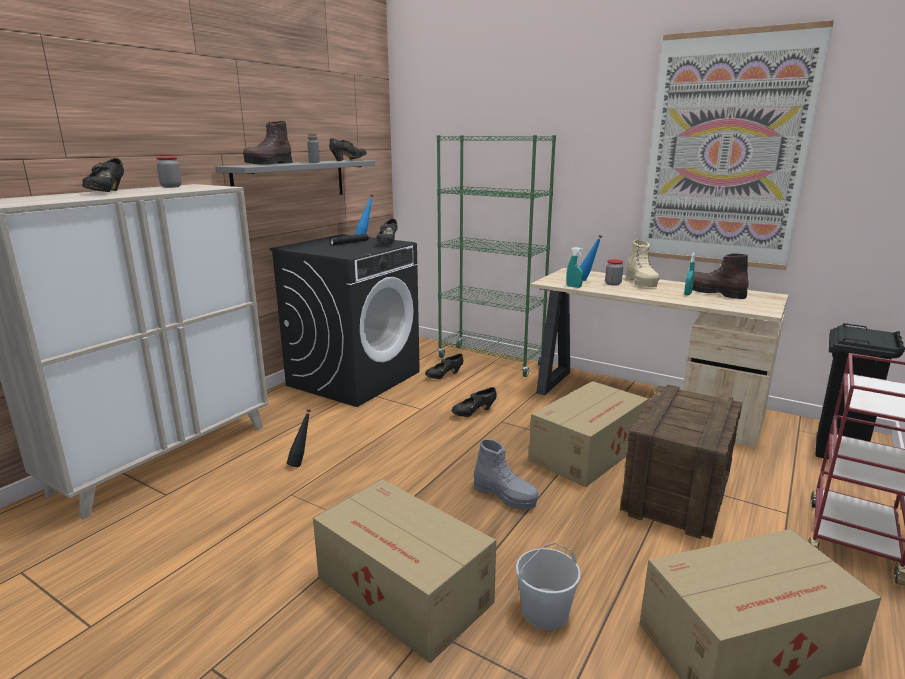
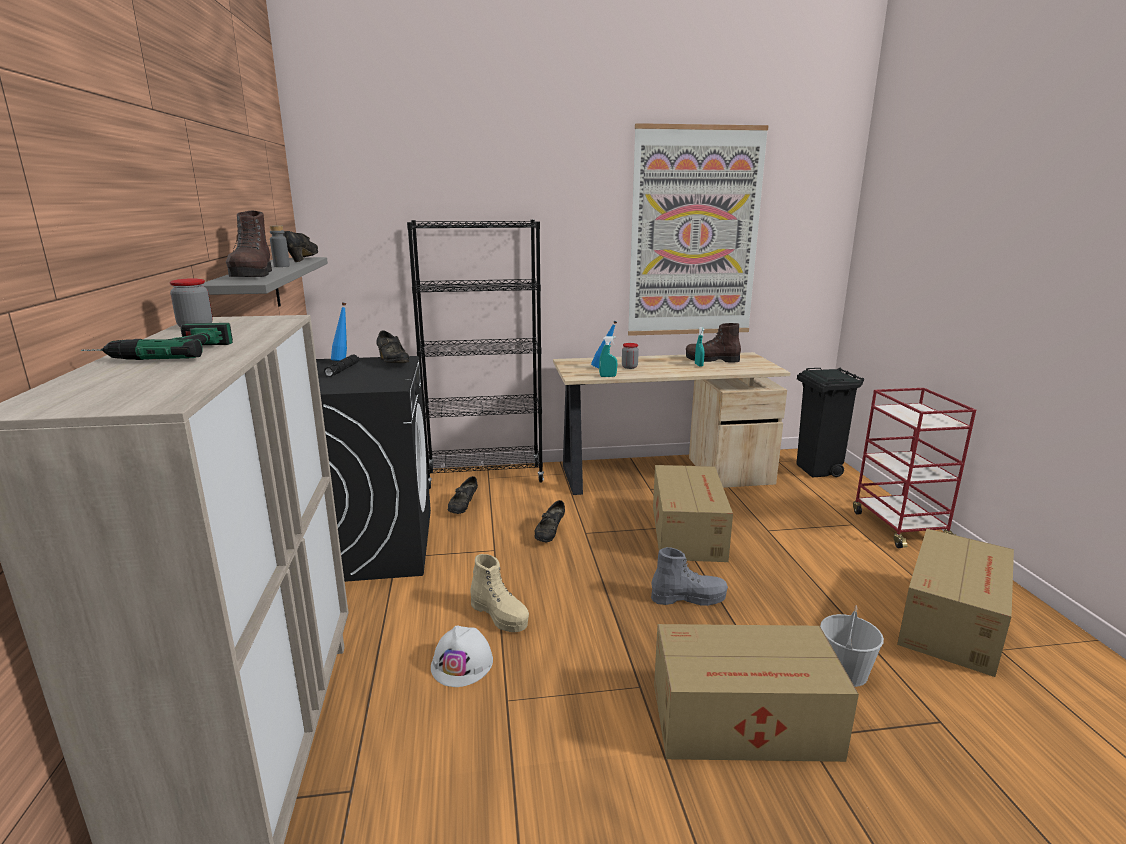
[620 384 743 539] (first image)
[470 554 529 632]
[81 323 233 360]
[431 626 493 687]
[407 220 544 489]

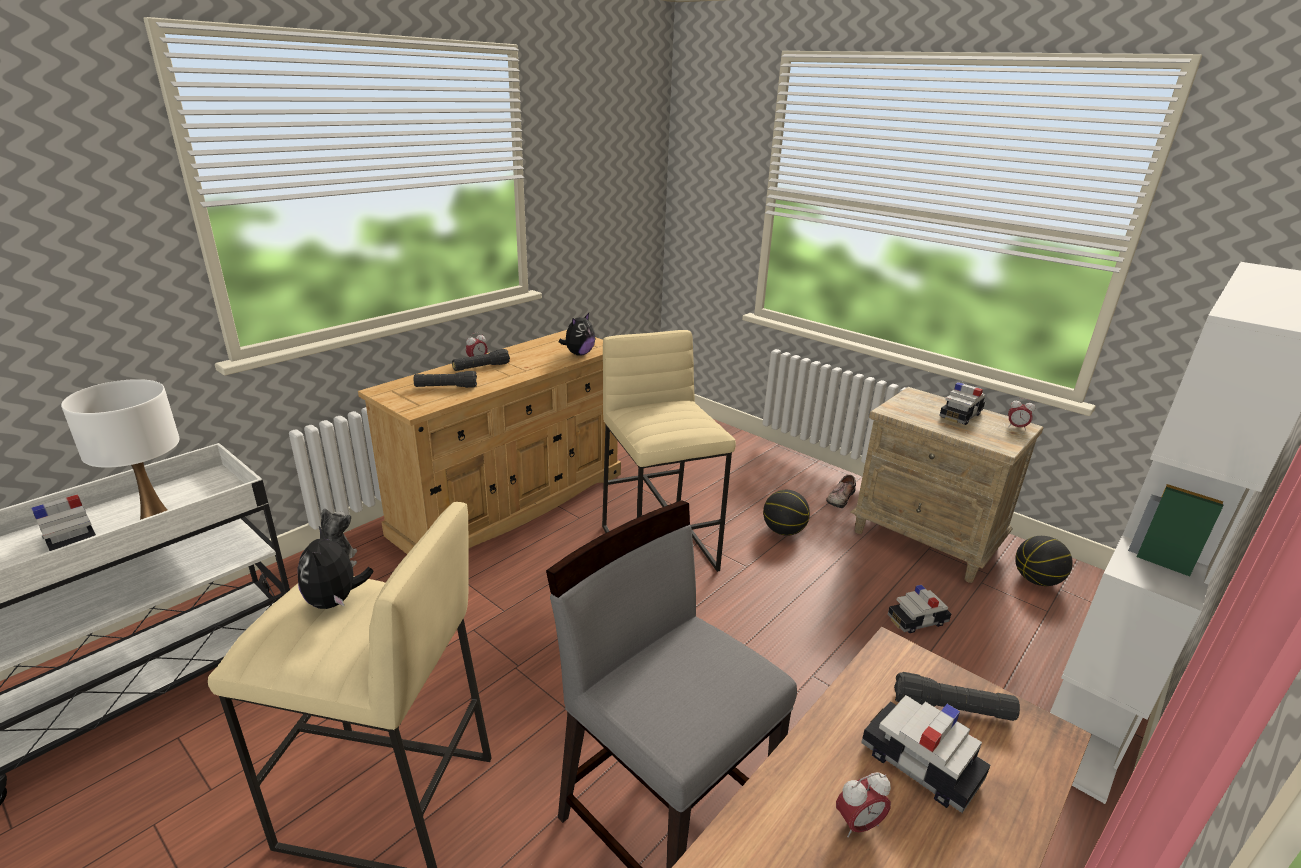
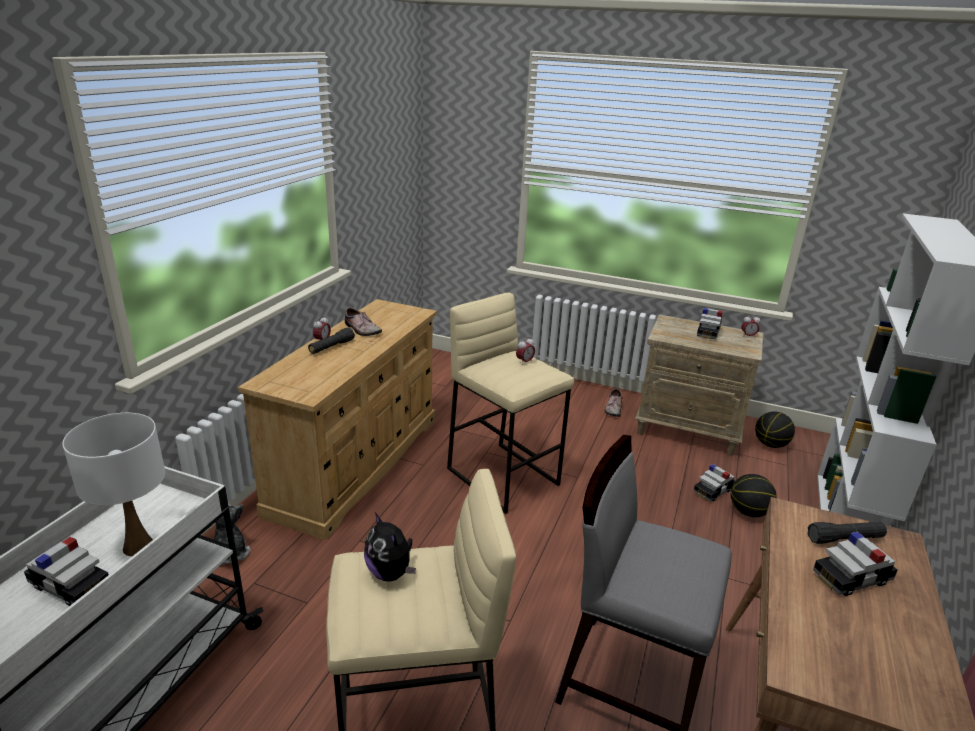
[414 371 477 388] (first image)
[559 313 595 356] (first image)
[345 308 382 336]
[731 474 777 517]
[516 337 535 364]
[813 532 898 596]

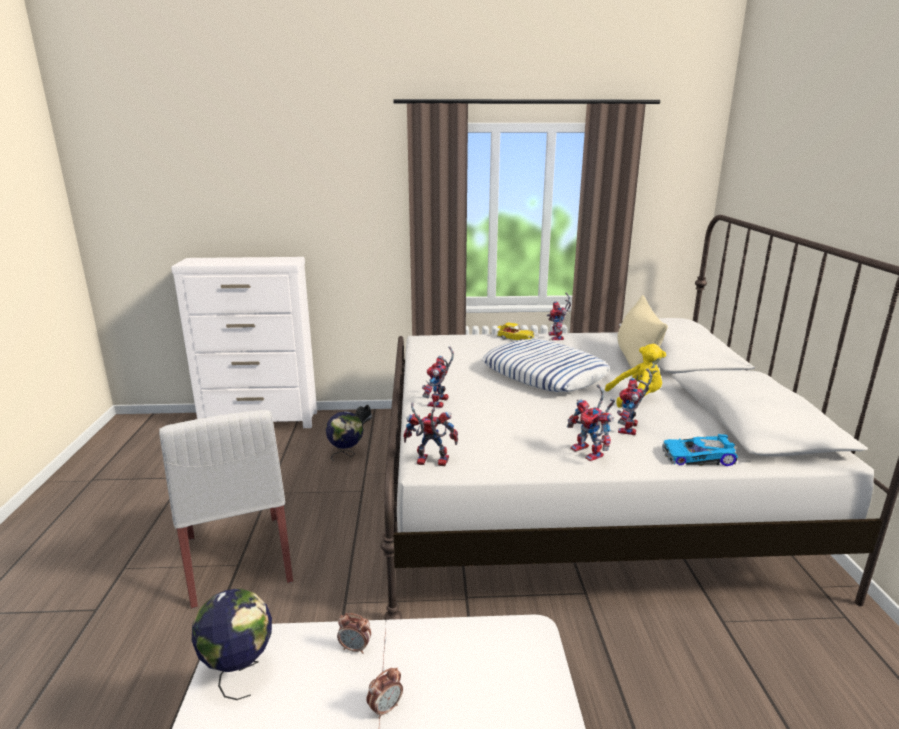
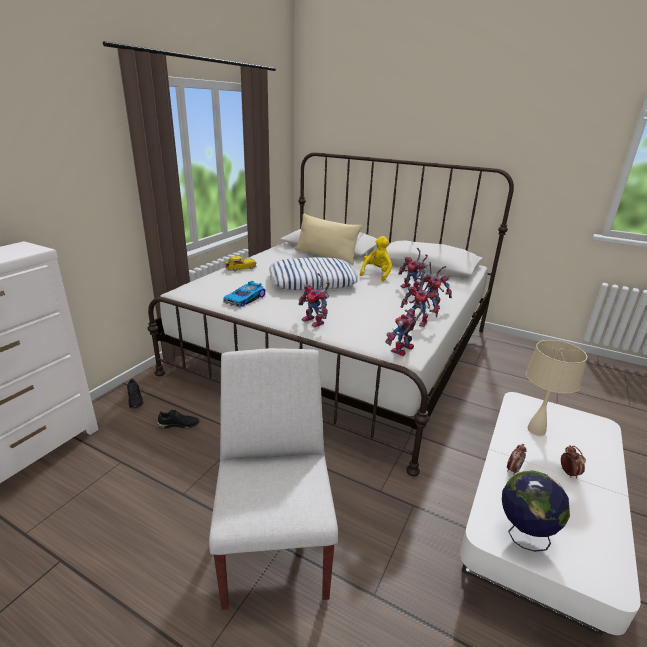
[526 340 587 436]
[400 274 439 327]
[223 281 266 308]
[157 409 200 429]
[209 348 338 610]

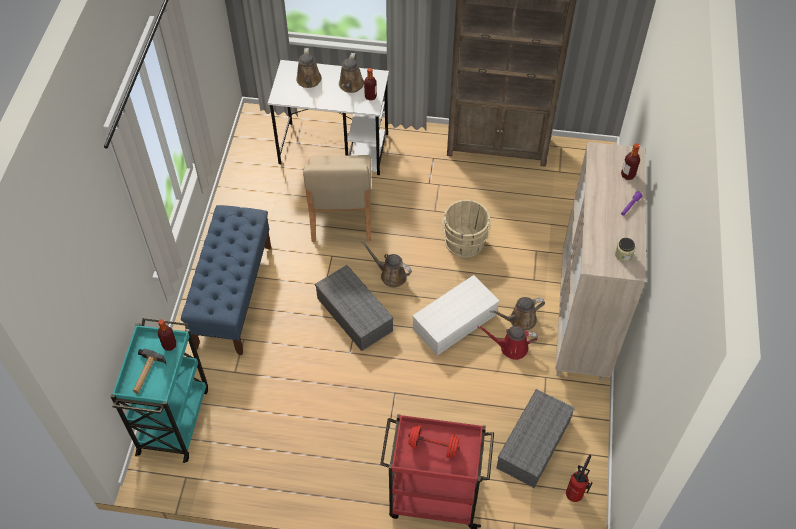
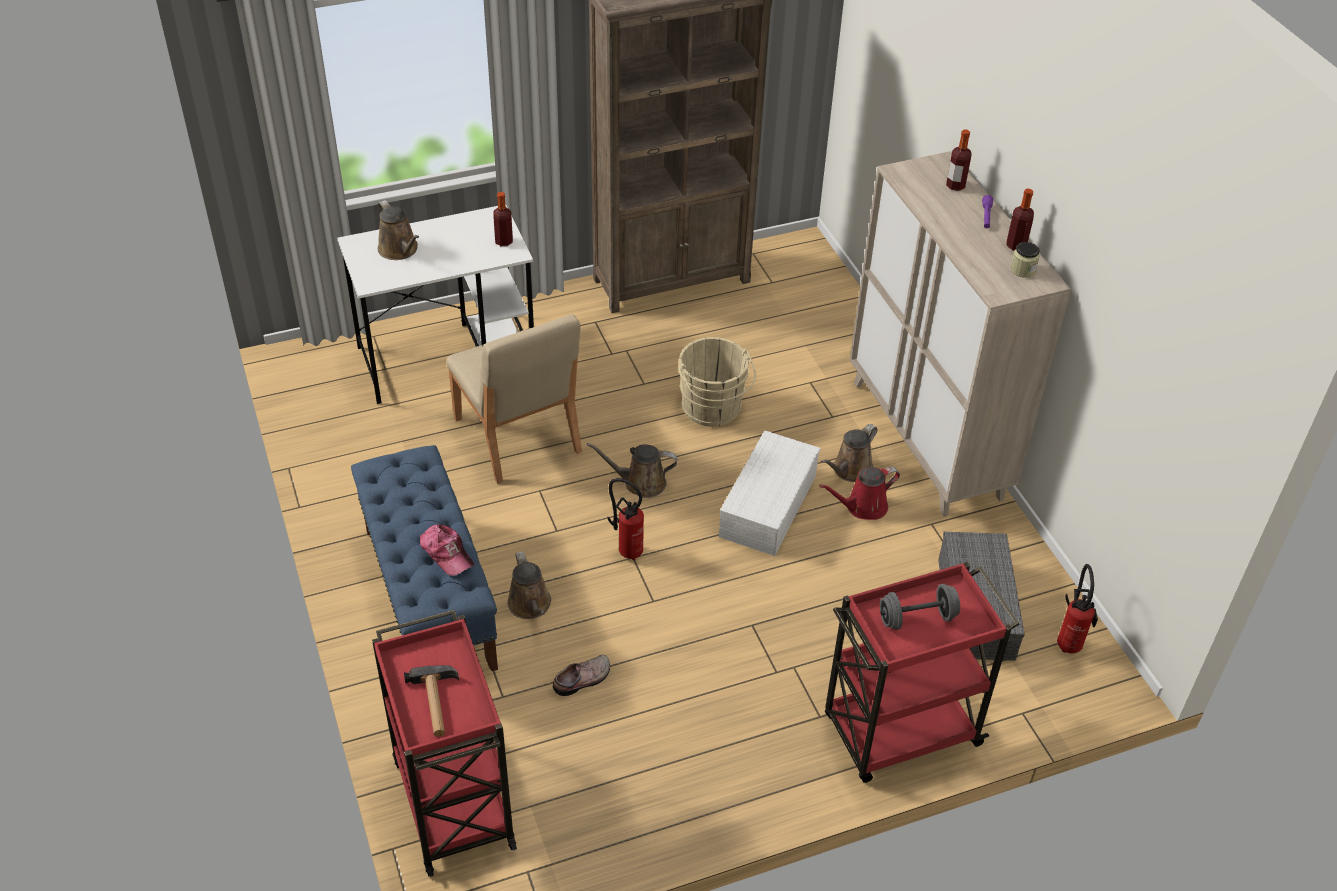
[420 524 474 576]
[553 655 610 696]
[1006 188 1034 251]
[507 551 551 619]
[608 478 644 560]
[372 610 517 877]
[880 584 960 630]

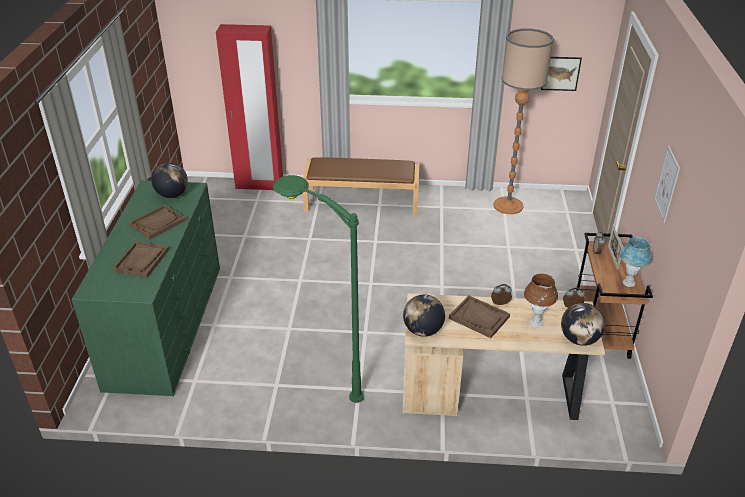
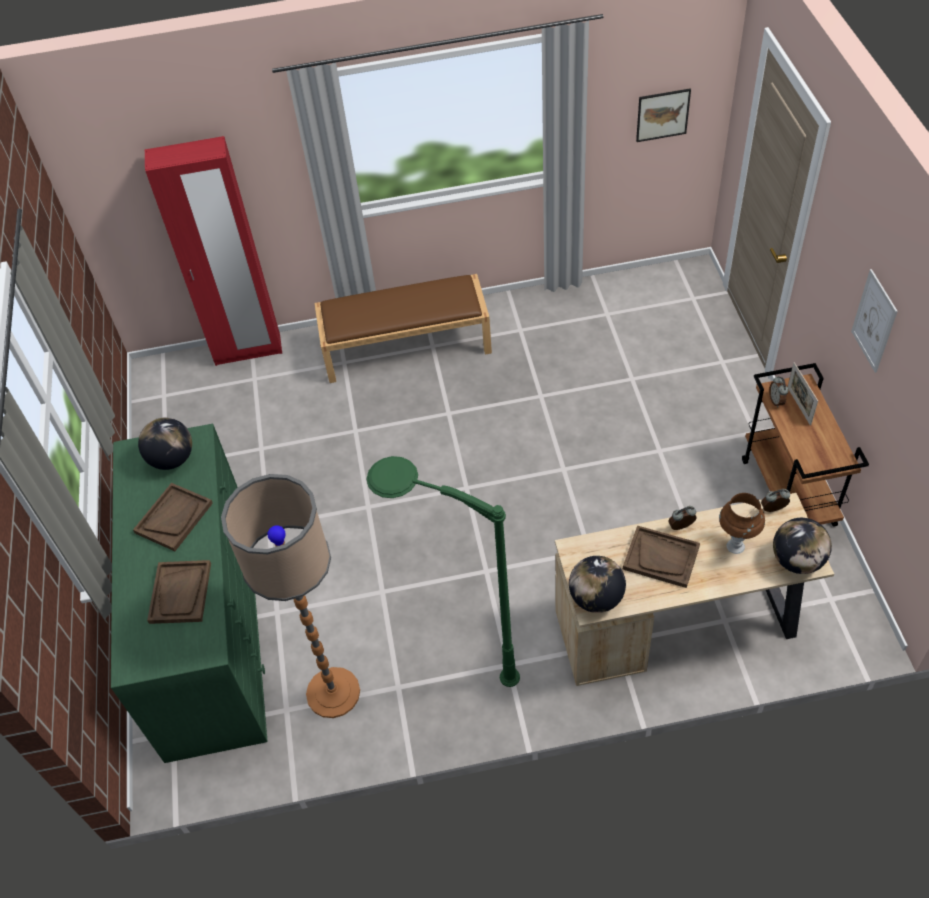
[620 237 652 287] (first image)
[221 474 360 718]

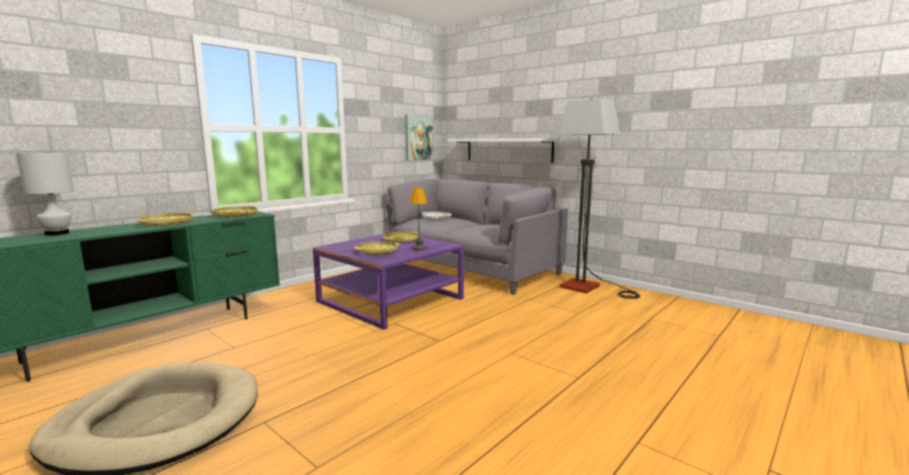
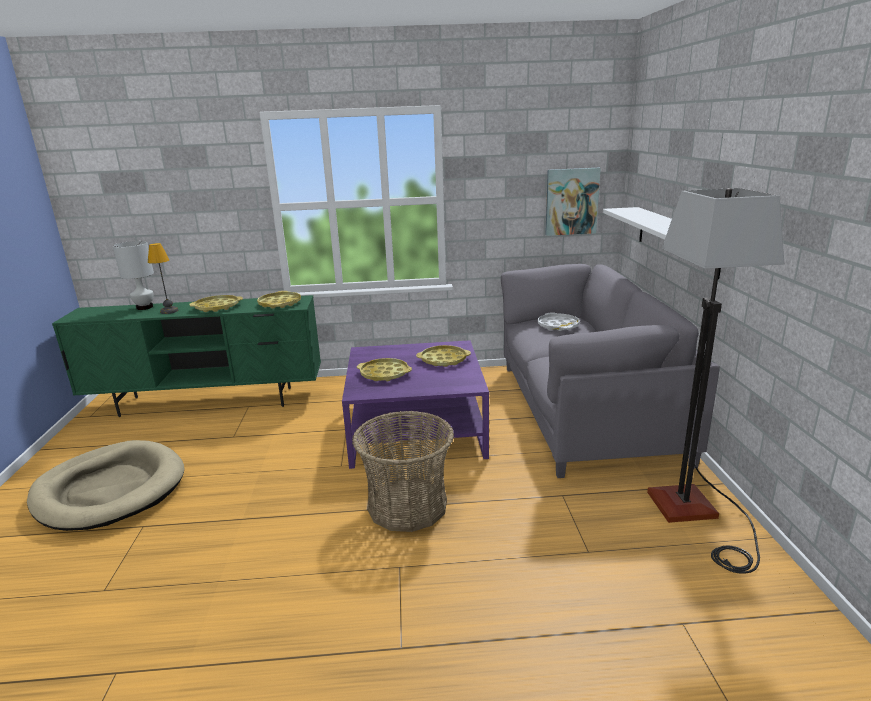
[352 411 454 532]
[148 243 178 314]

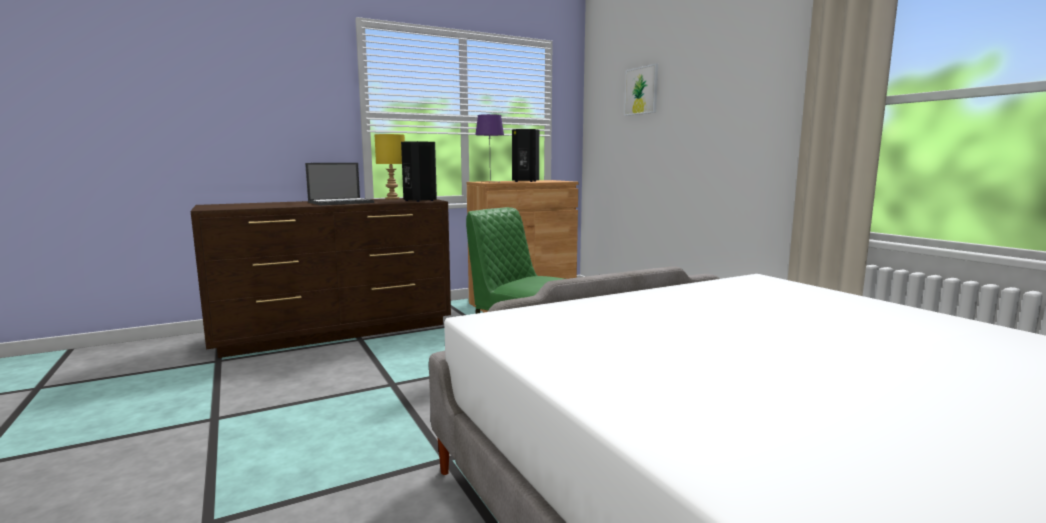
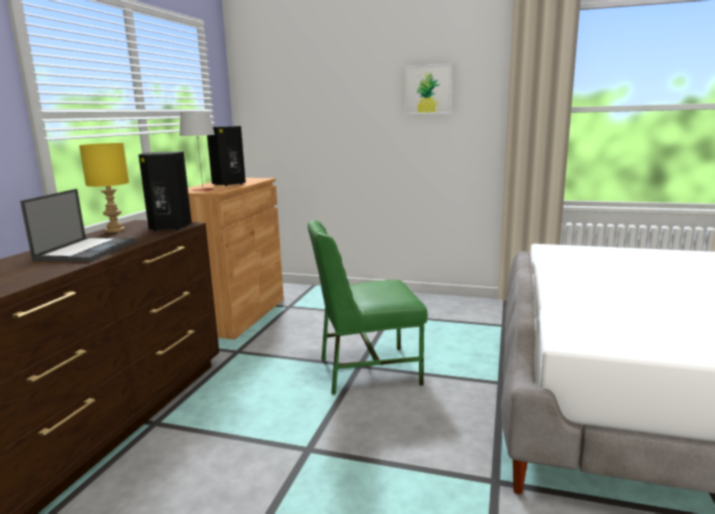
[405 64 452 114]
[179 111 215 192]

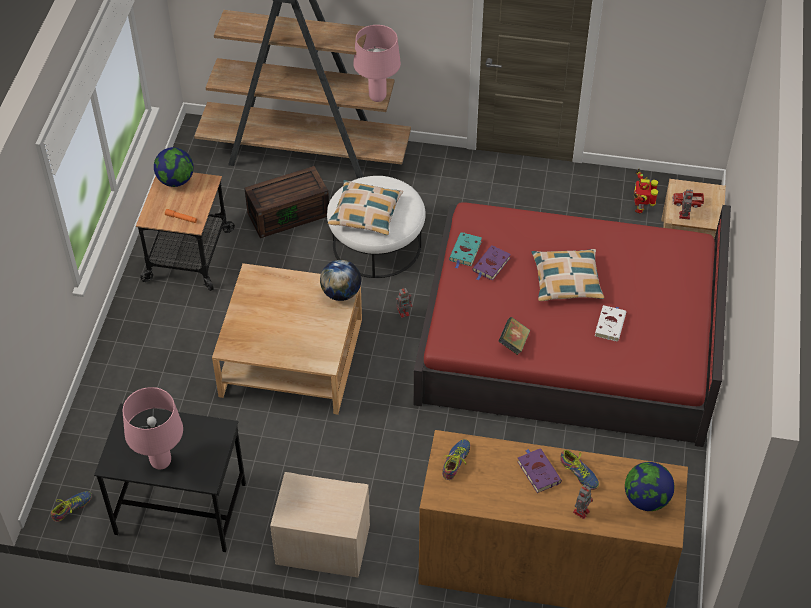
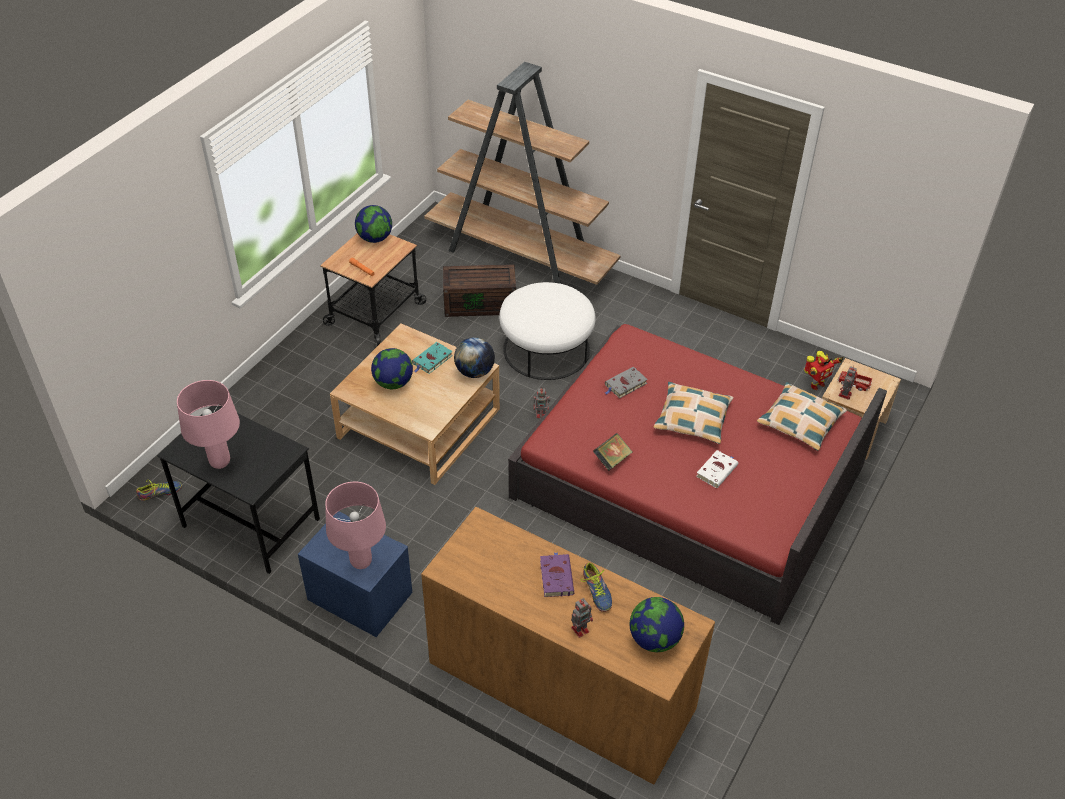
[442 439 470 480] (first image)
[371 348 413 389]
[757 382 847 451]
[325 482 386 569]
[412 342 453 374]
[298 512 412 637]
[605 367 648 398]
[804 351 844 390]

